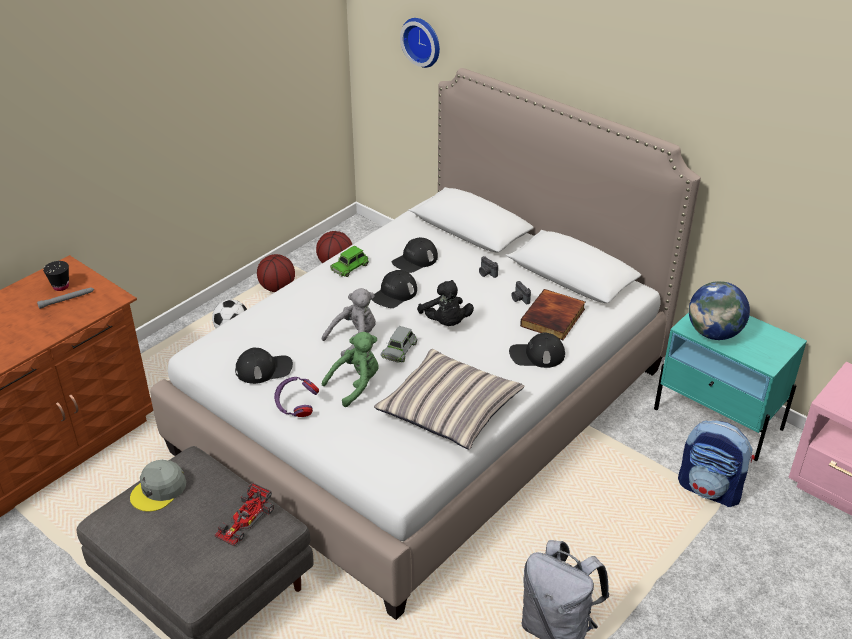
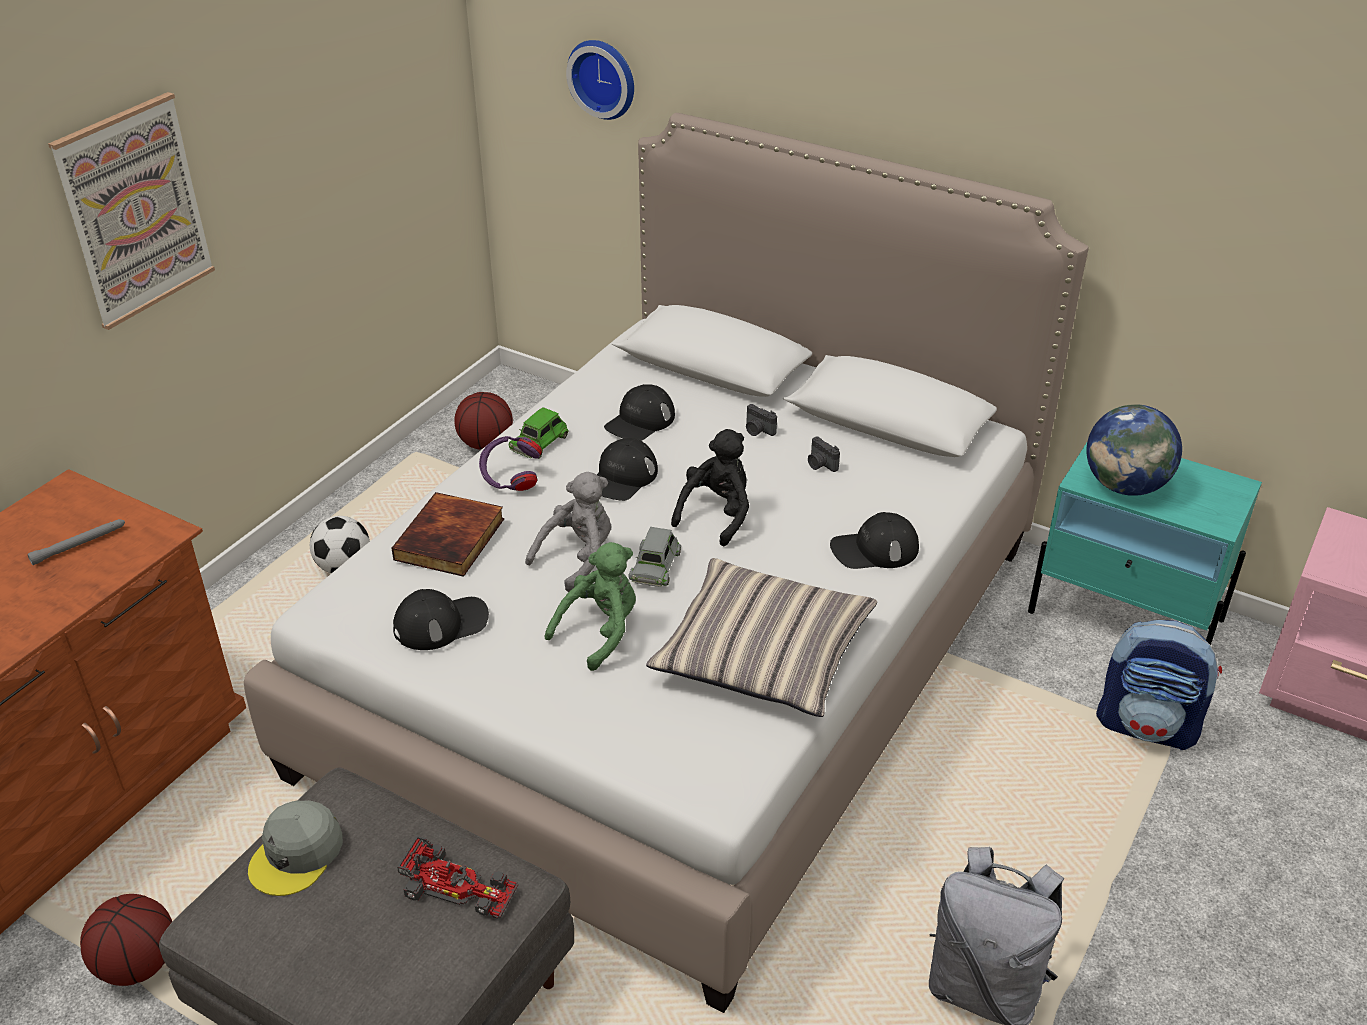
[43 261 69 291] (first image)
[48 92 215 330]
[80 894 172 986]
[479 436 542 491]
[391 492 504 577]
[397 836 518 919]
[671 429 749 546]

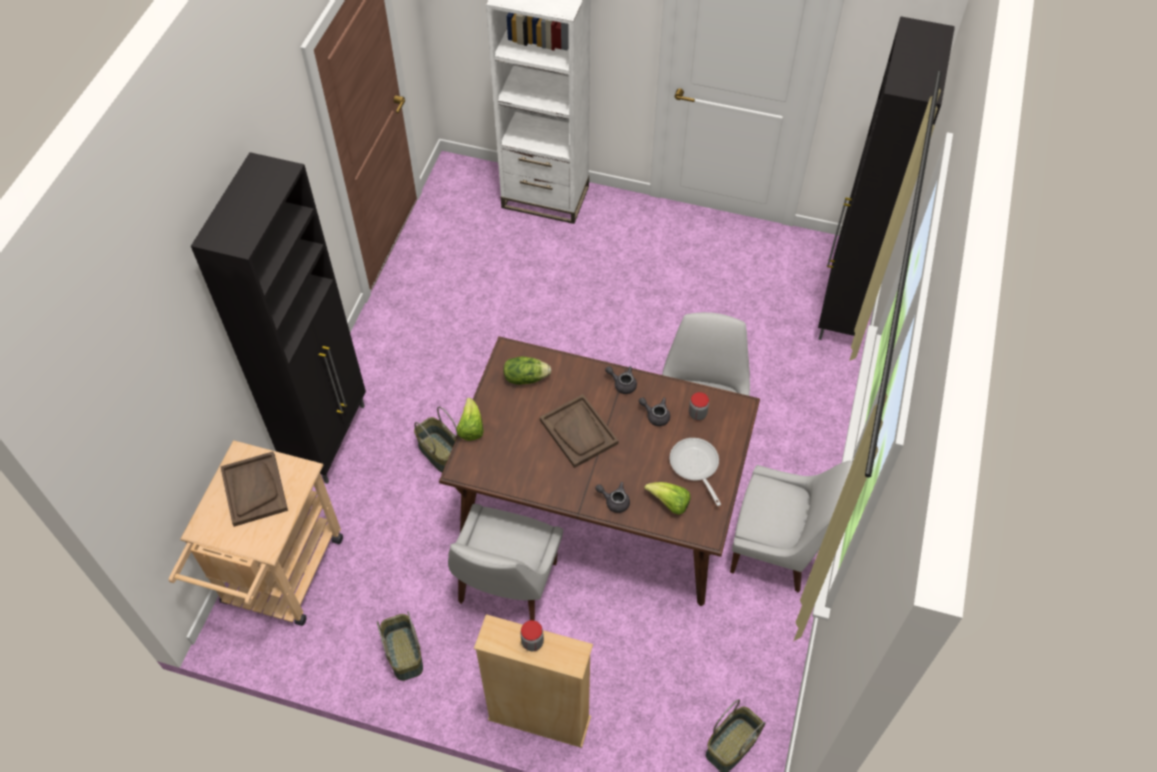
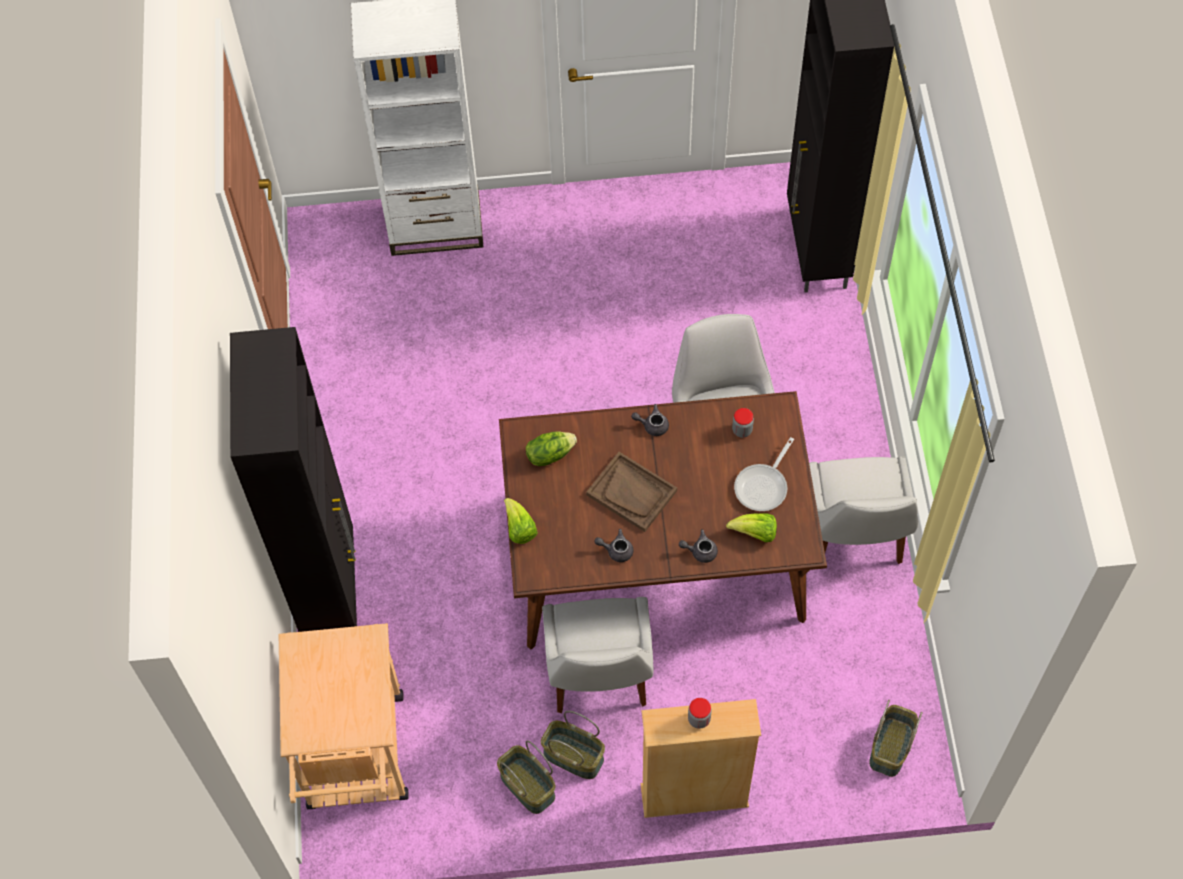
[220 451 288 527] (first image)
[541 711 605 779]
[595 529 634 562]
[734 437 794 511]
[809 456 919 564]

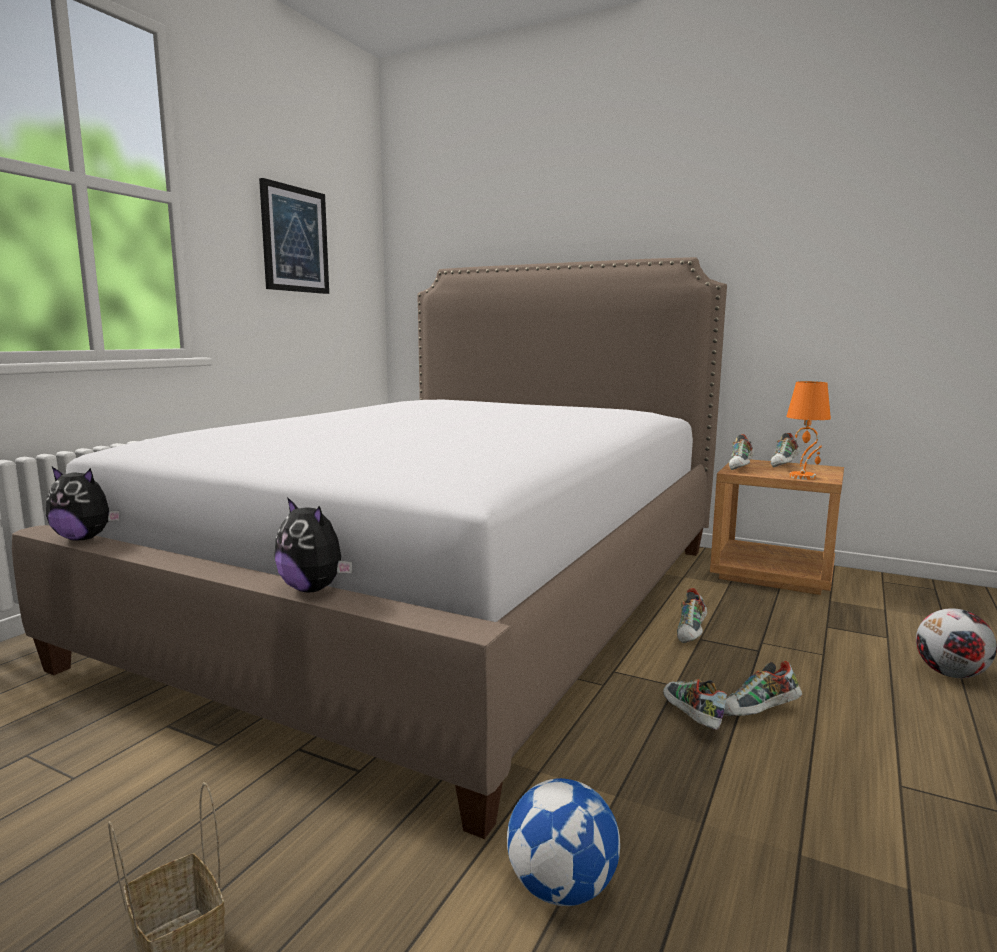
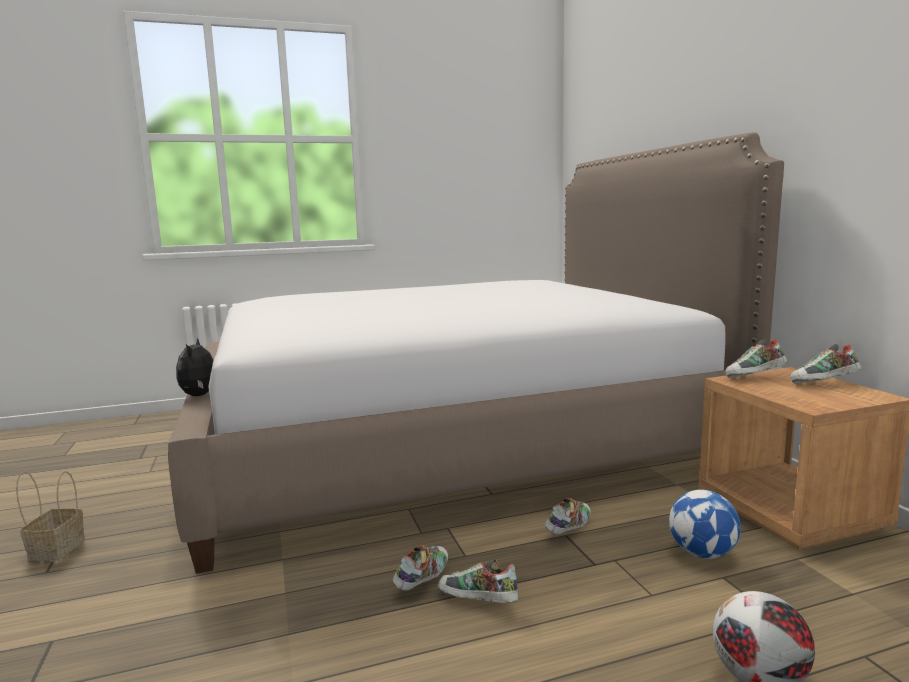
[46 467 119 541] (first image)
[259 178 329 294] (first image)
[786 381 831 480] (first image)
[669 490 741 559]
[545 498 591 535]

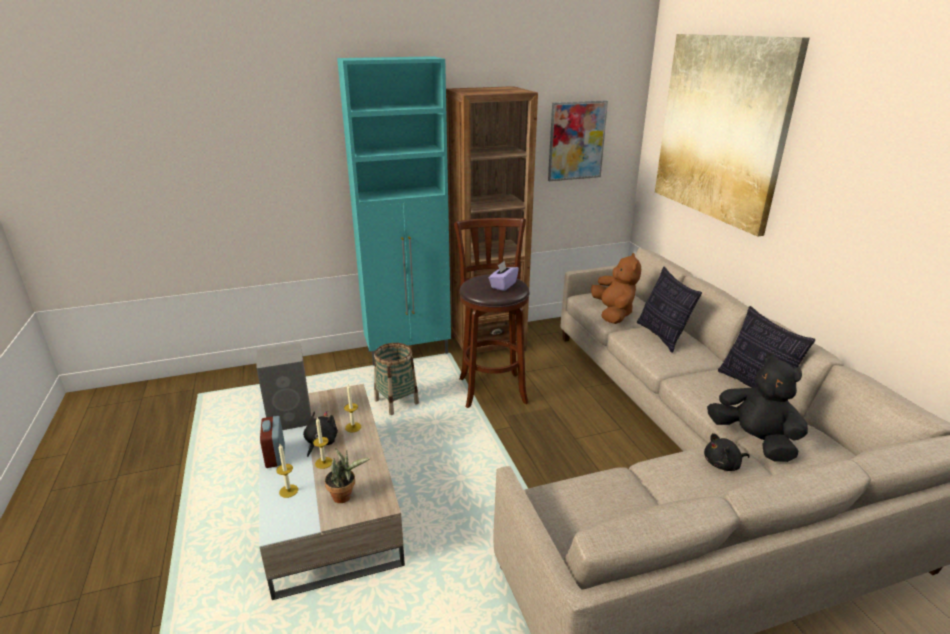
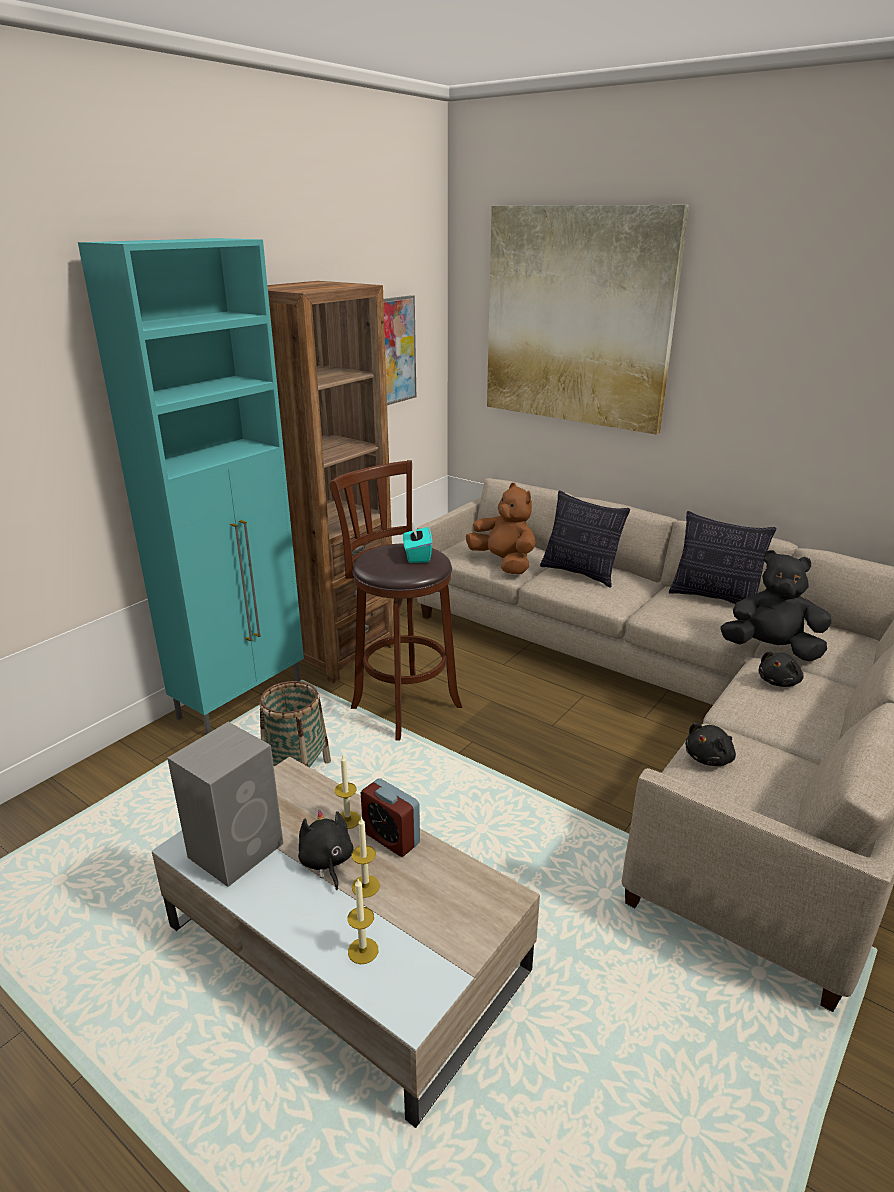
[325 448 370 503] (first image)
[685 723 736 766]
[361 778 420 857]
[403 523 432 563]

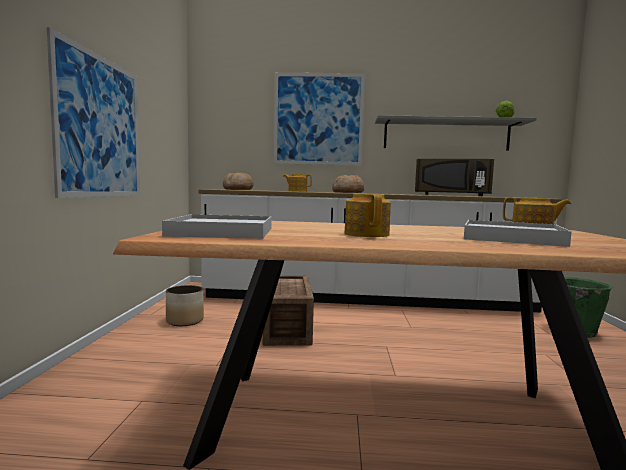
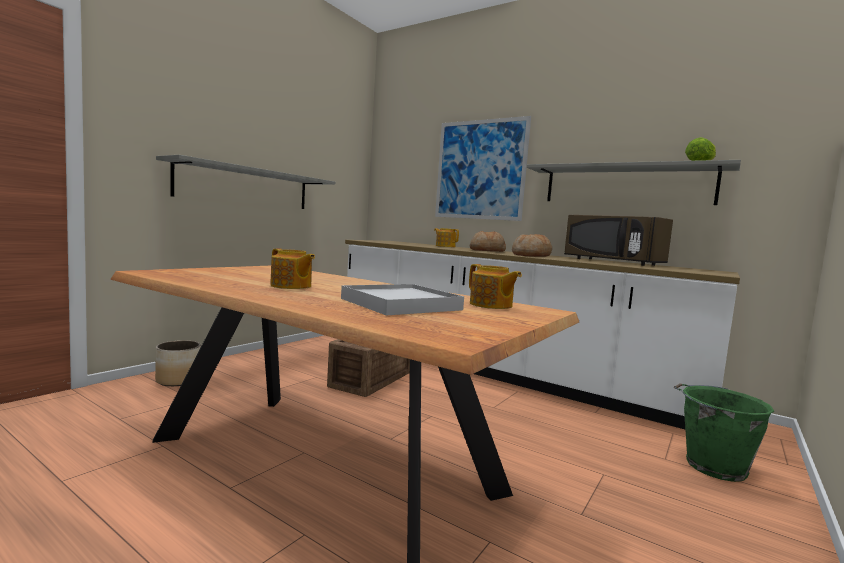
[162 214 272 239] (first image)
[155 340 201 386]
[512 234 552 257]
[156 155 335 209]
[270 248 315 289]

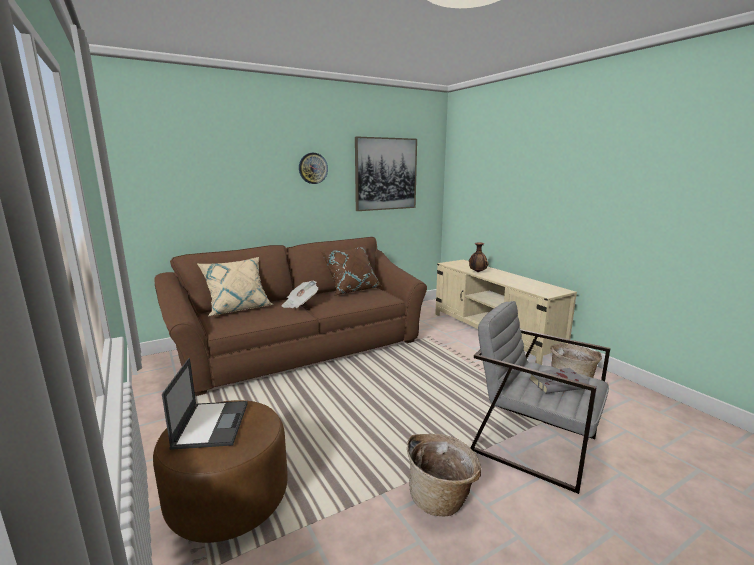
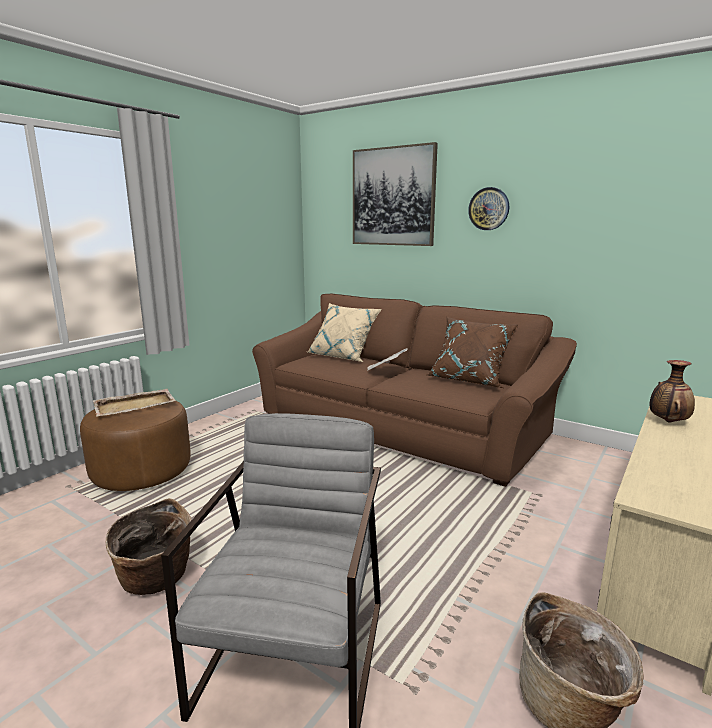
[529 368 589 394] (first image)
[353 142 438 246]
[93 389 176 417]

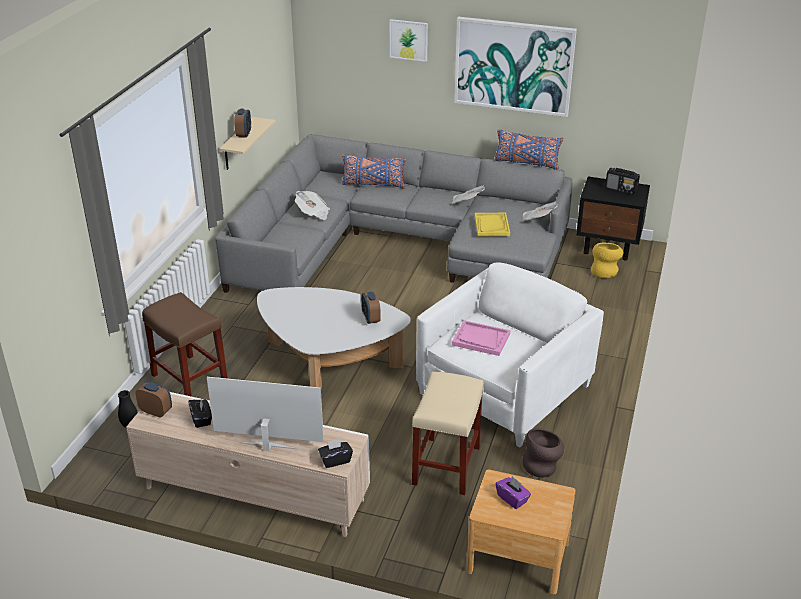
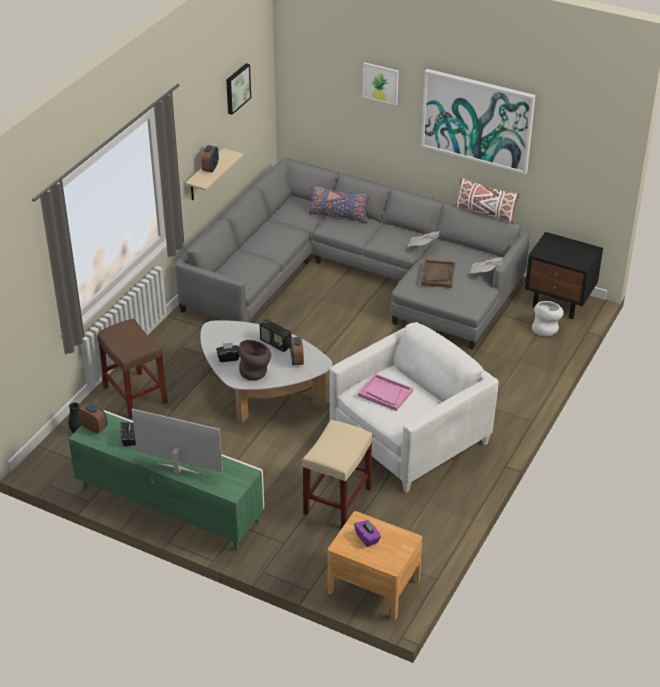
[295 191 330 220] (first image)
[226 63 251 115]
[216 343 239 362]
[239 340 271 381]
[260 319 292 352]
[68 409 264 551]
[421 259 455 288]
[455 178 521 224]
[532 301 564 336]

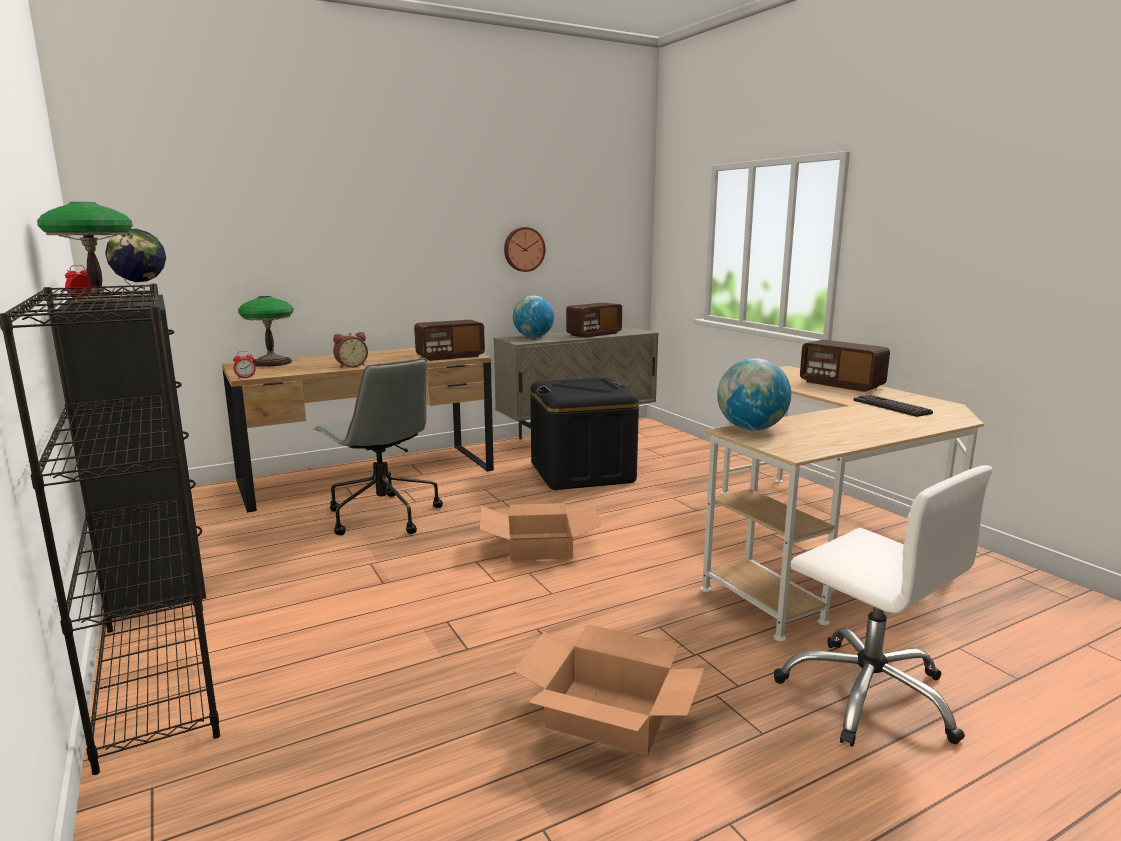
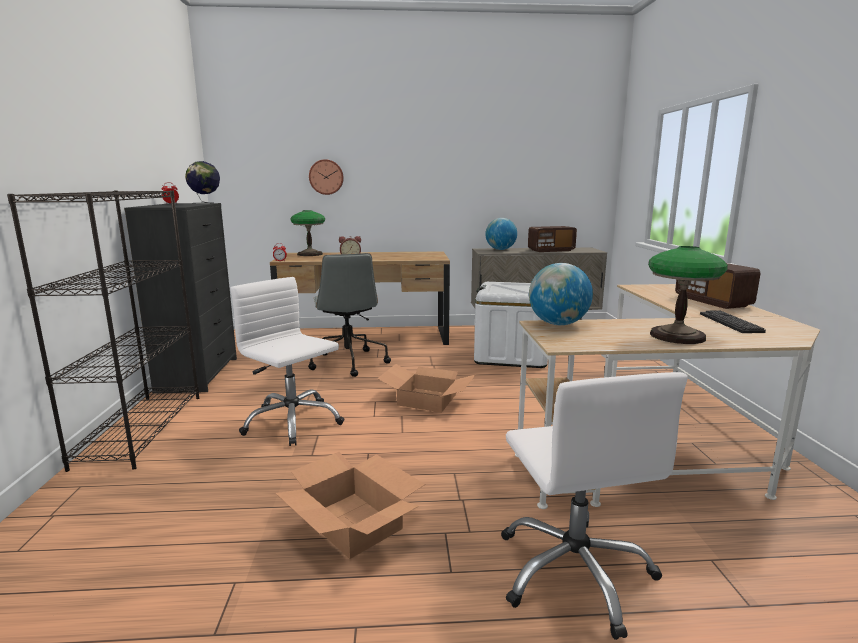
[414 320 485 361] (first image)
[230 277 345 446]
[648 246 728 344]
[309 159 344 195]
[474 282 548 368]

